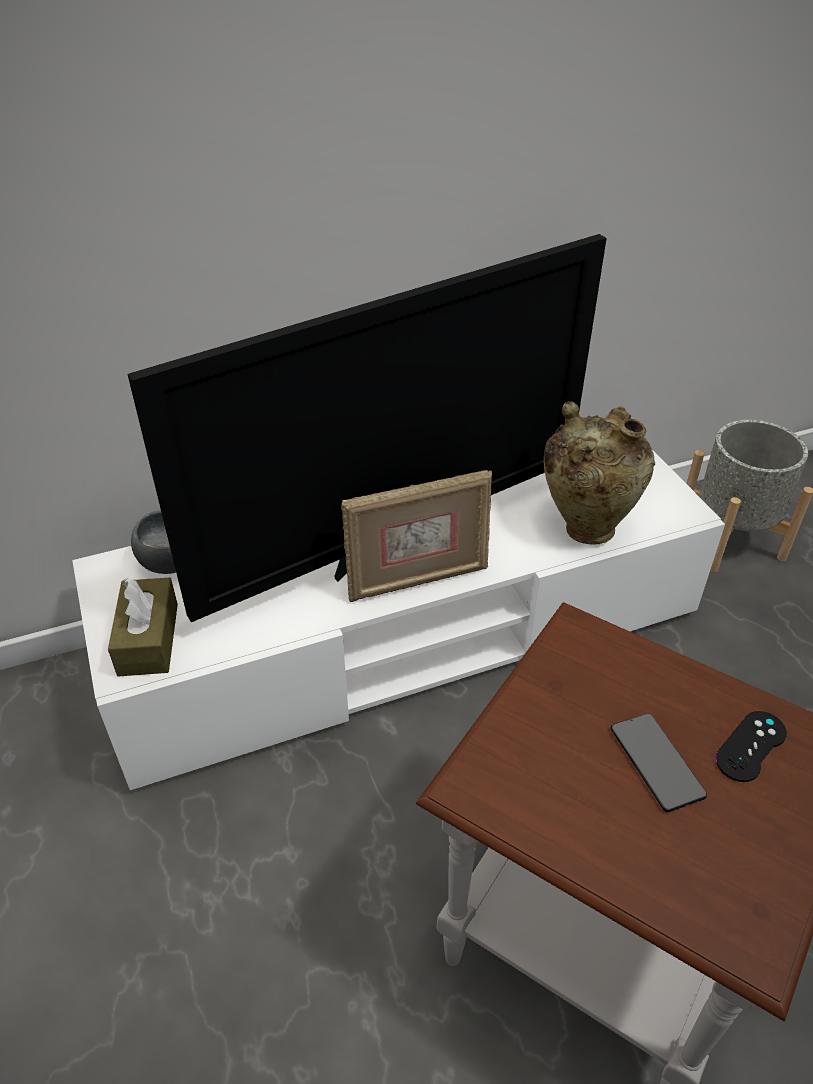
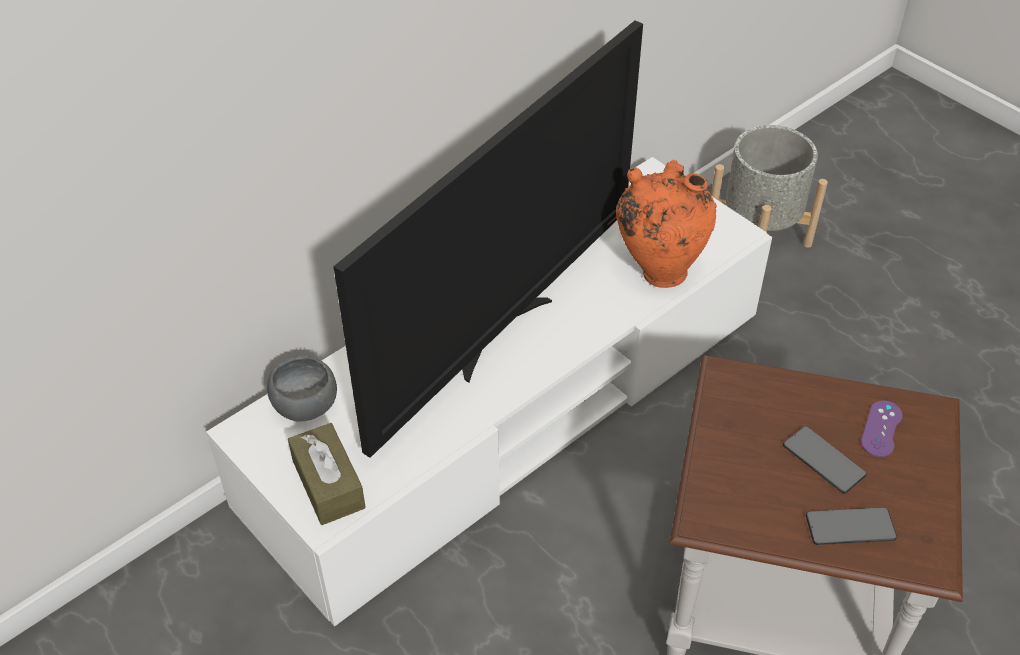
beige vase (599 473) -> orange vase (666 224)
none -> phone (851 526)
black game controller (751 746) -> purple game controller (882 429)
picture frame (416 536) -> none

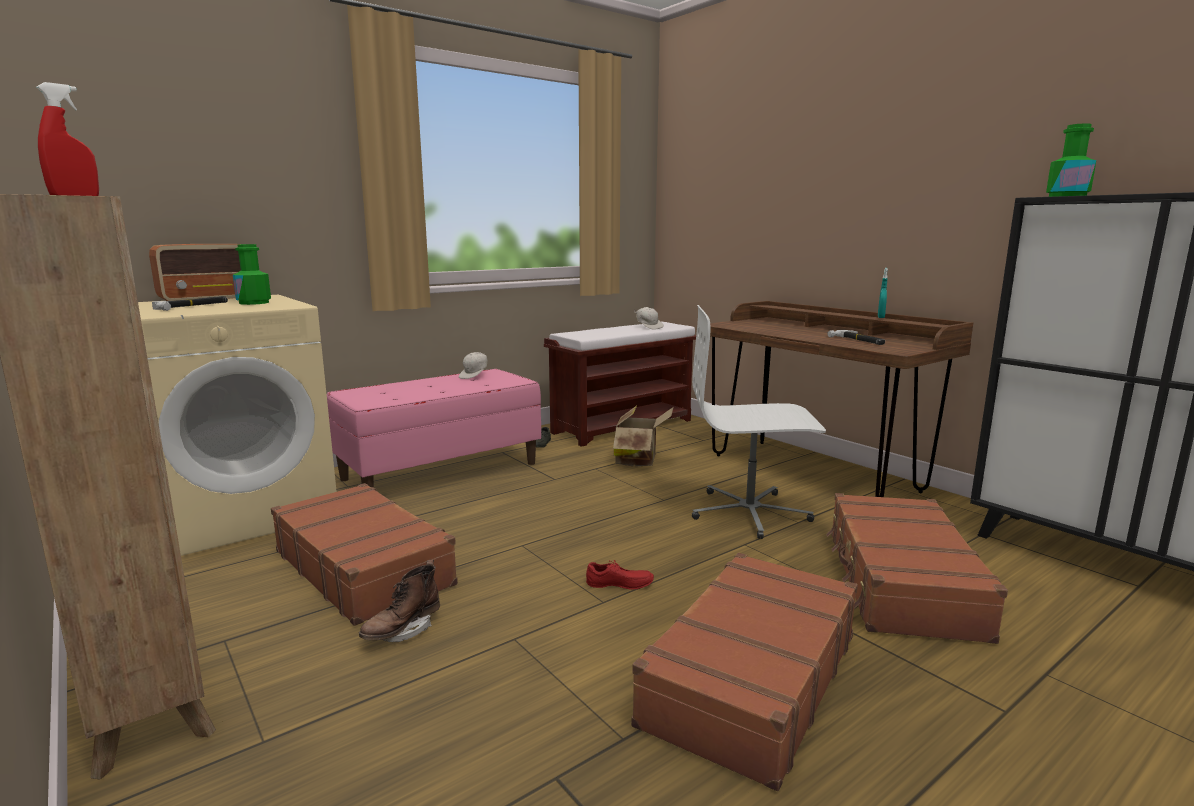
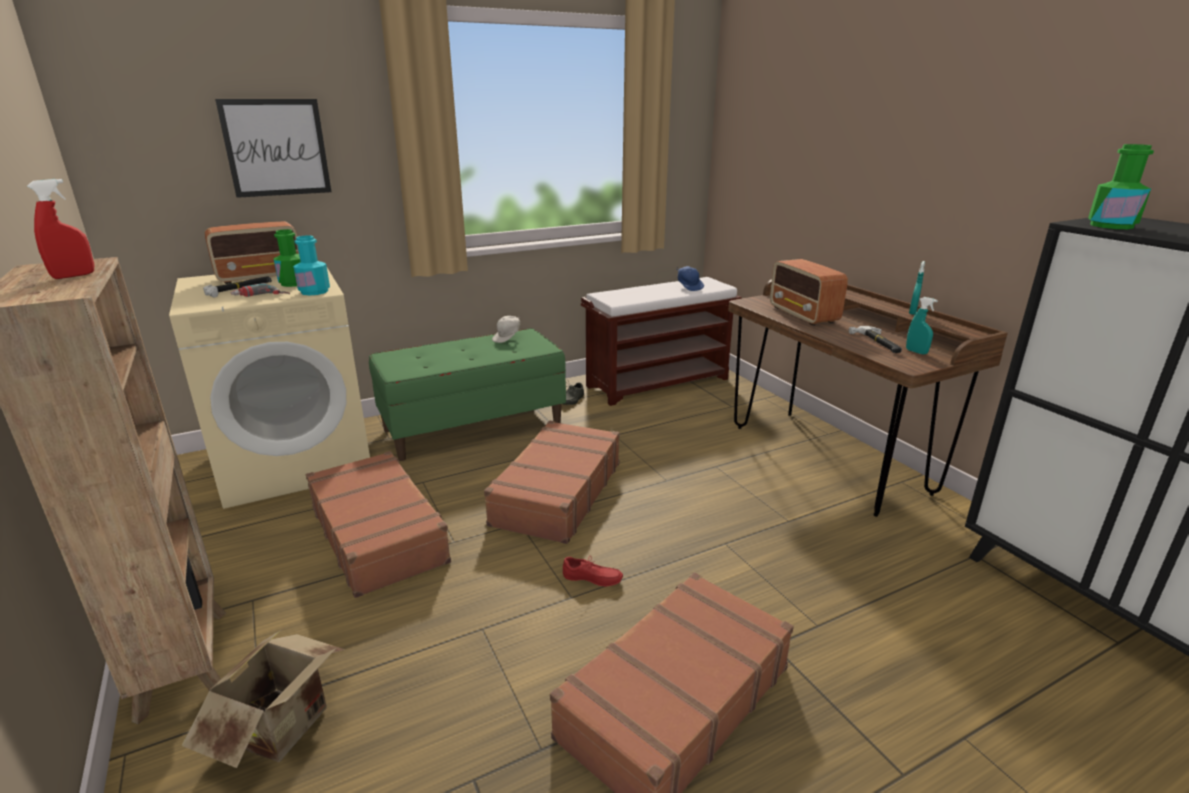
cardboard box (643 436) -> cardboard box (264 699), relocated
none -> picture (273 148)
none -> power drill (260 290)
none -> turquoise bottle (311 265)
pink bench (434 428) -> green bench (467 394)
brown suitcase (917 568) -> brown suitcase (552 482), relocated
white cap (649 318) -> blue cap (690 278)
none -> radio (809 292)
none -> turquoise spray bottle (922 325)
brown boot (399 601) -> none
white office chair (759 422) -> none

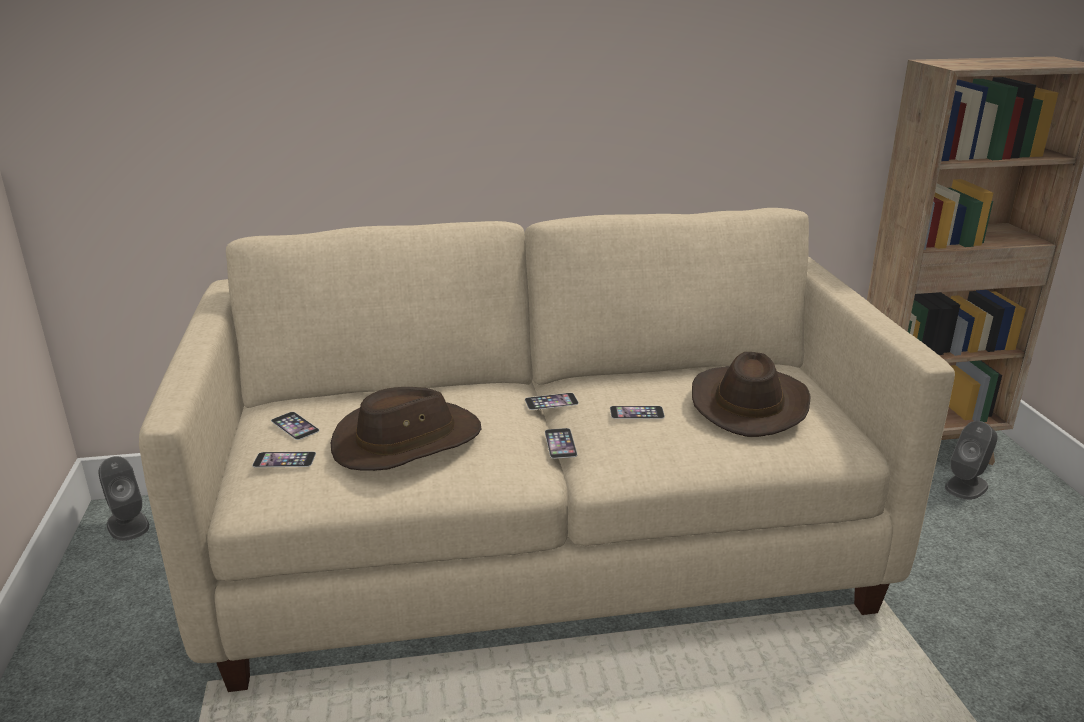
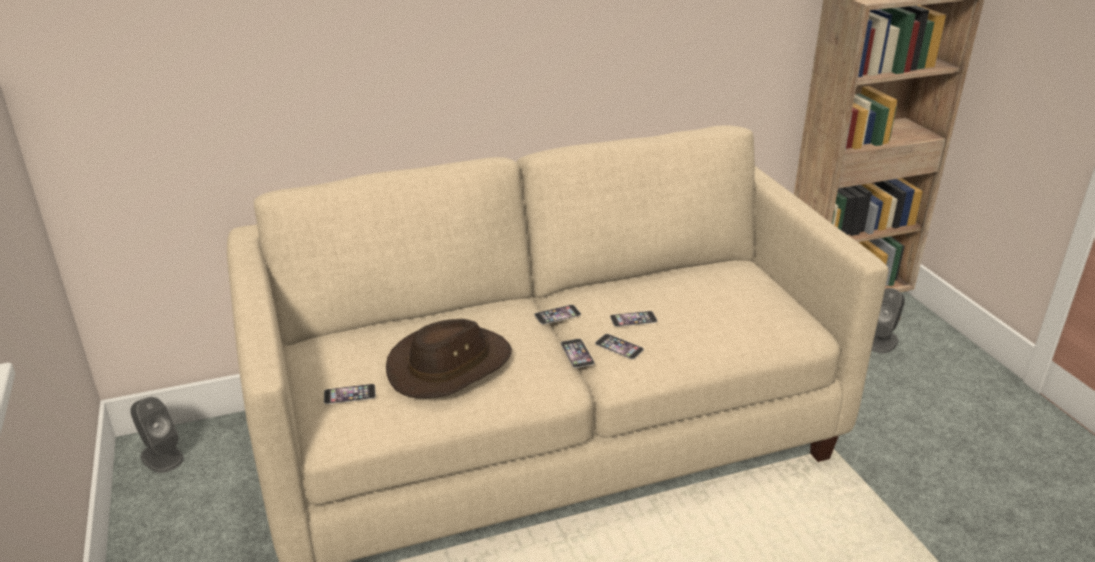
phone (295 426) -> phone (619 346), relocated
brown hat (751 394) -> none

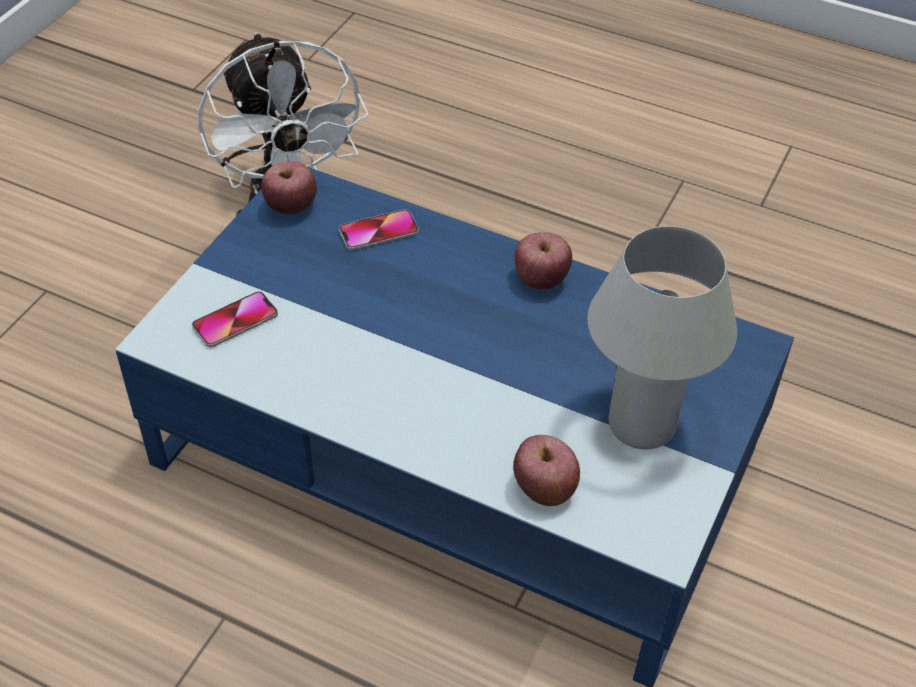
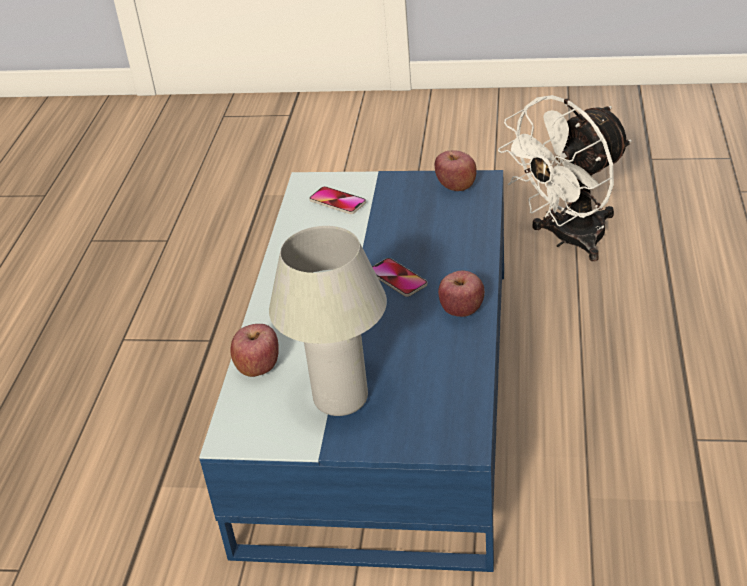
phone (379 230) -> phone (400 277), relocated

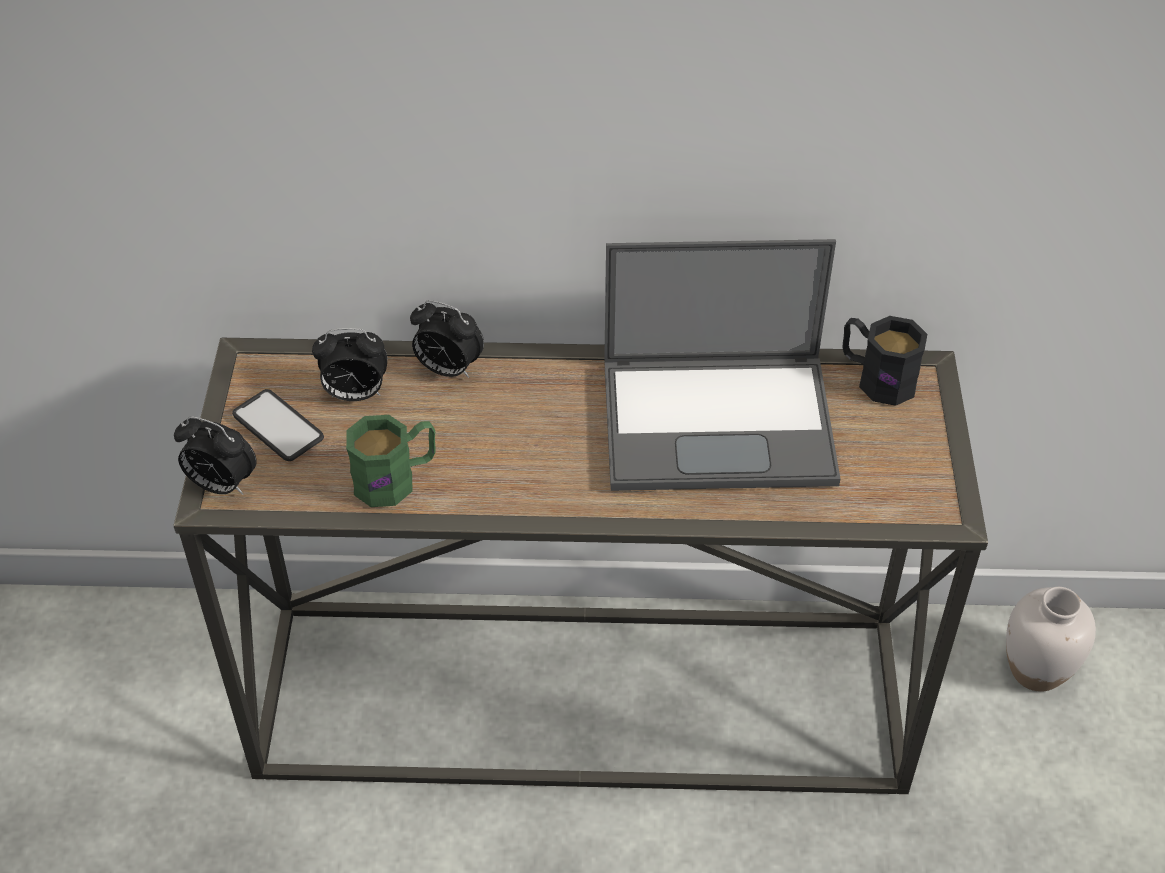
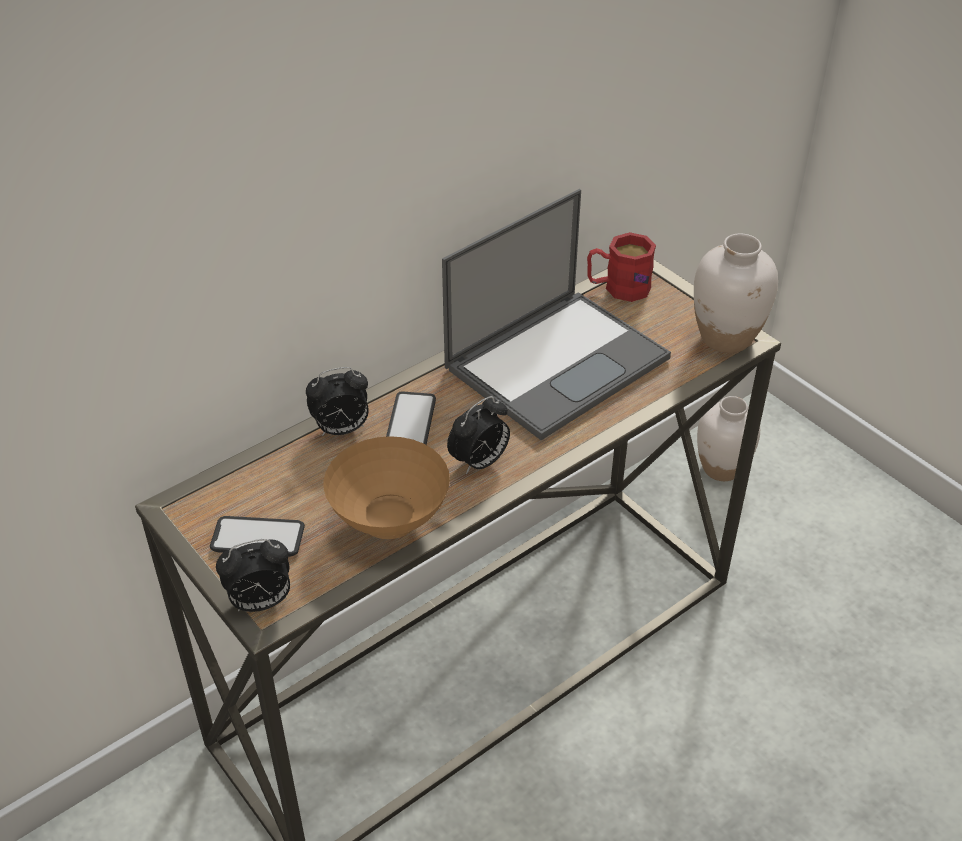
green mug (390 461) -> brown bowl (387 487)
none -> phone (411 418)
alarm clock (349 364) -> alarm clock (478 435), relocated
black mug (884 361) -> red mug (621 267)
none -> white vase (736 293)

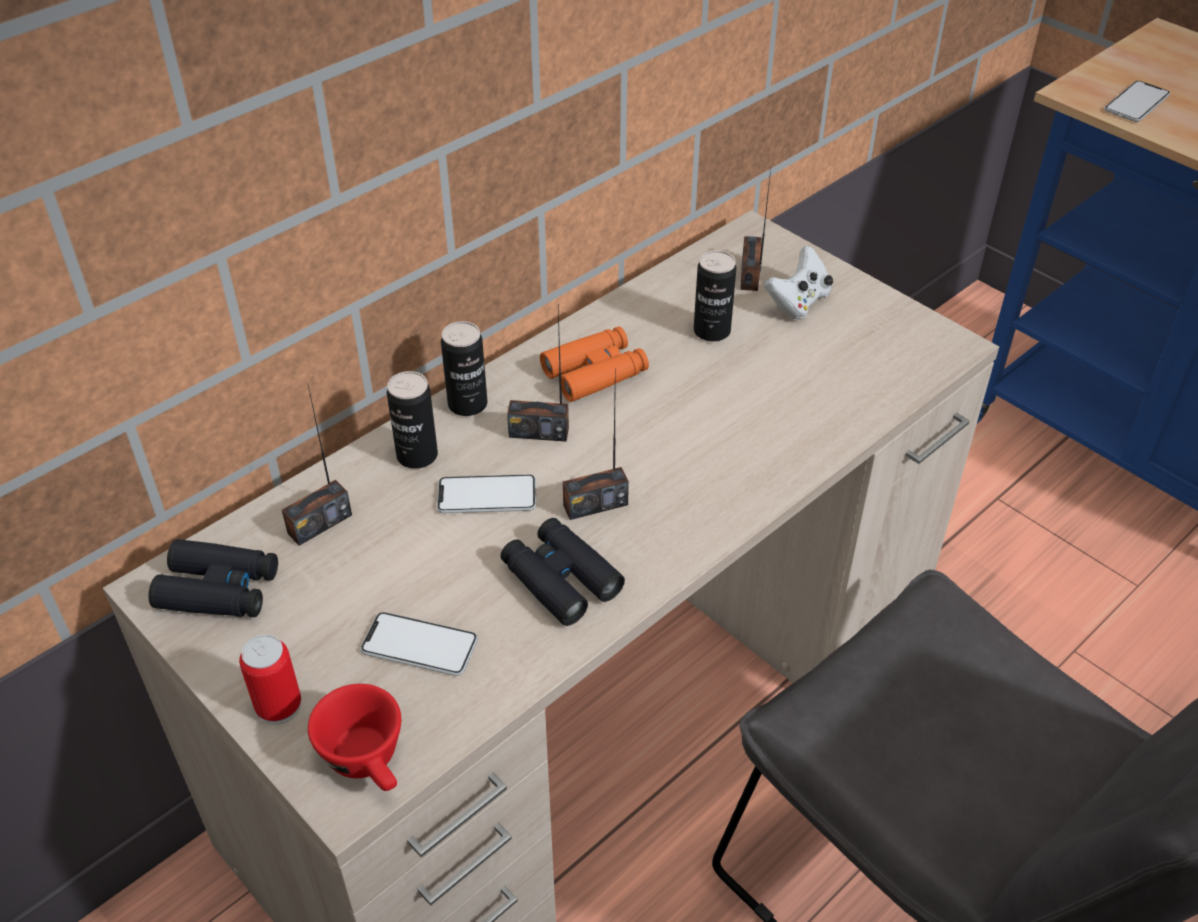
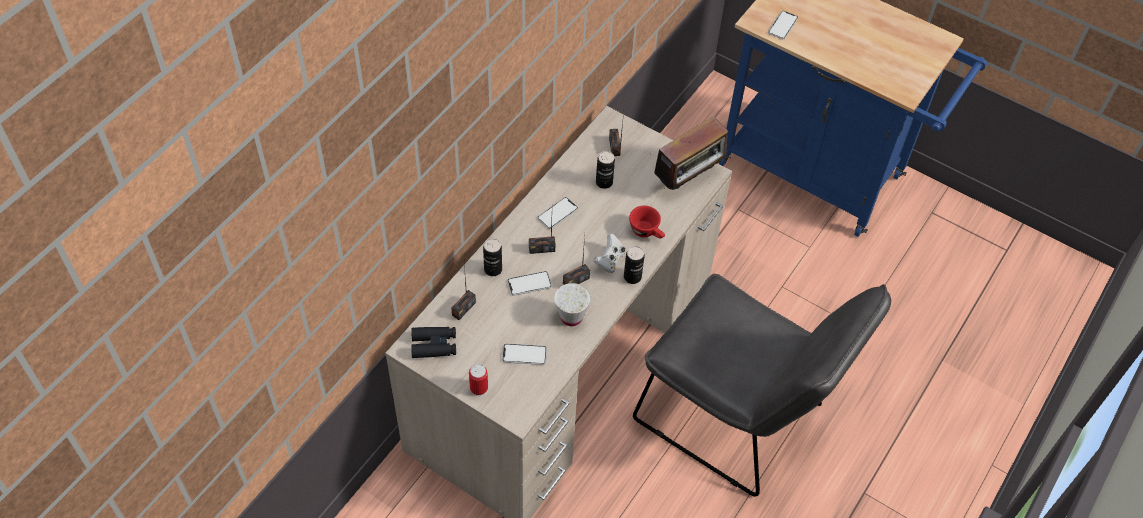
orange binoculars (594 364) -> phone (557 213)
black binoculars (562 572) -> white cup (572 304)
white game controller (798 282) -> white game controller (609 253), relocated
can (464 368) -> can (634 265), relocated
red cup (354 737) -> red cup (647 222), relocated
none -> radio (692 153)

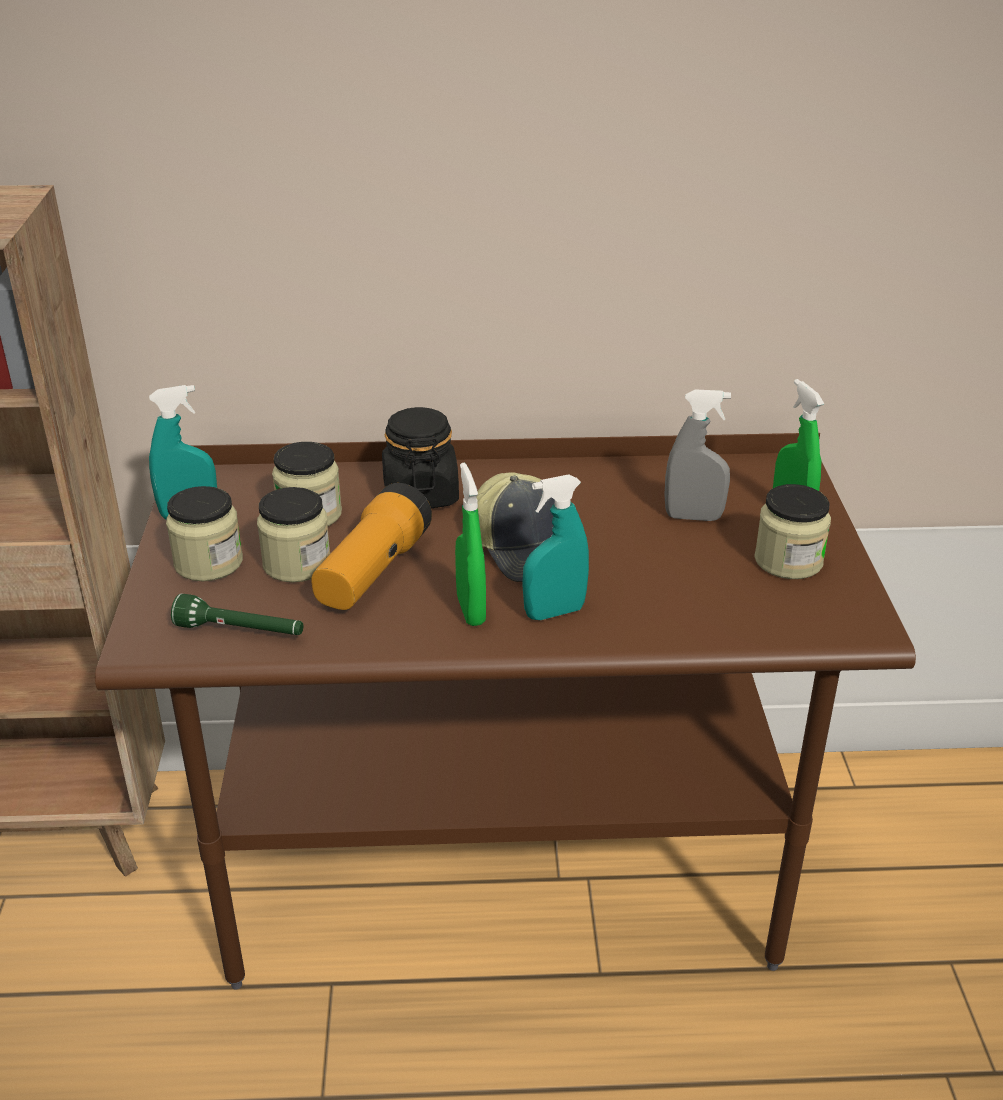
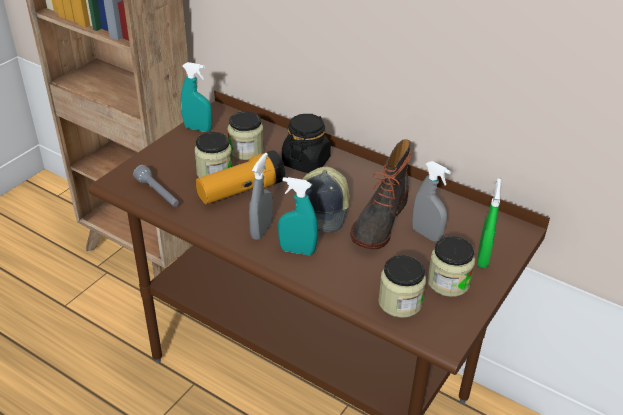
green flashlight (237 614) -> grey flashlight (156 186)
green spray bottle (470 544) -> grey spray bottle (261 196)
none -> boot (380 194)
jar (204 533) -> jar (402 286), relocated

